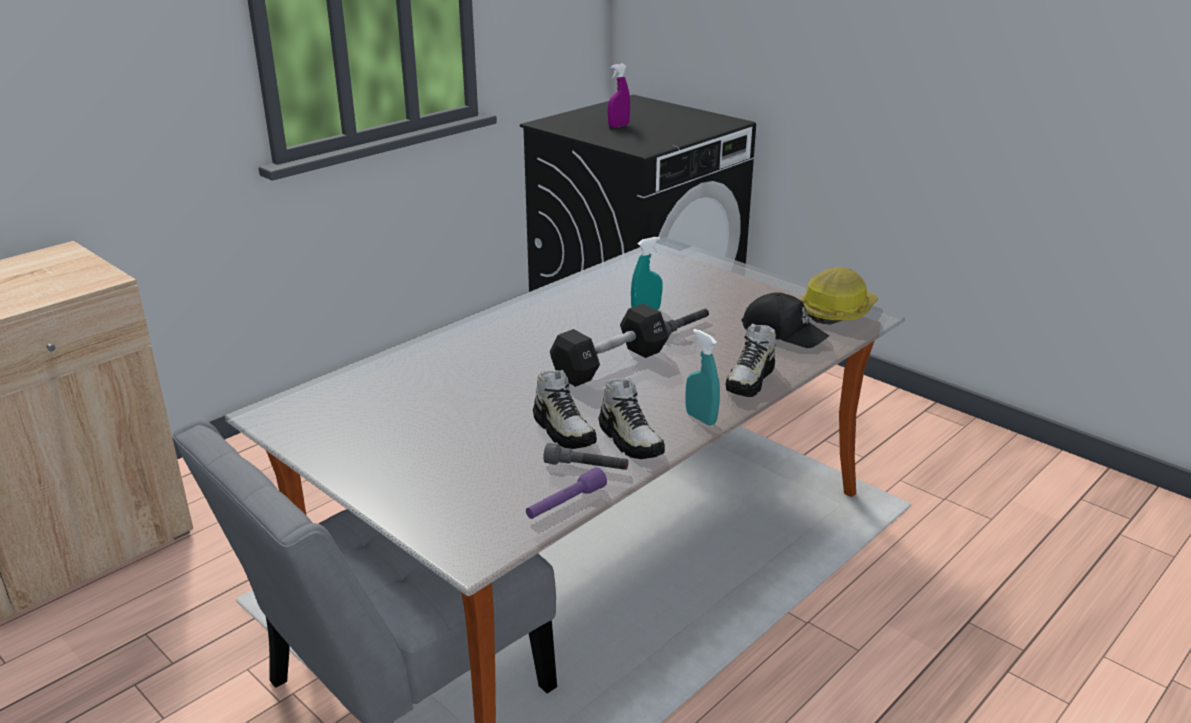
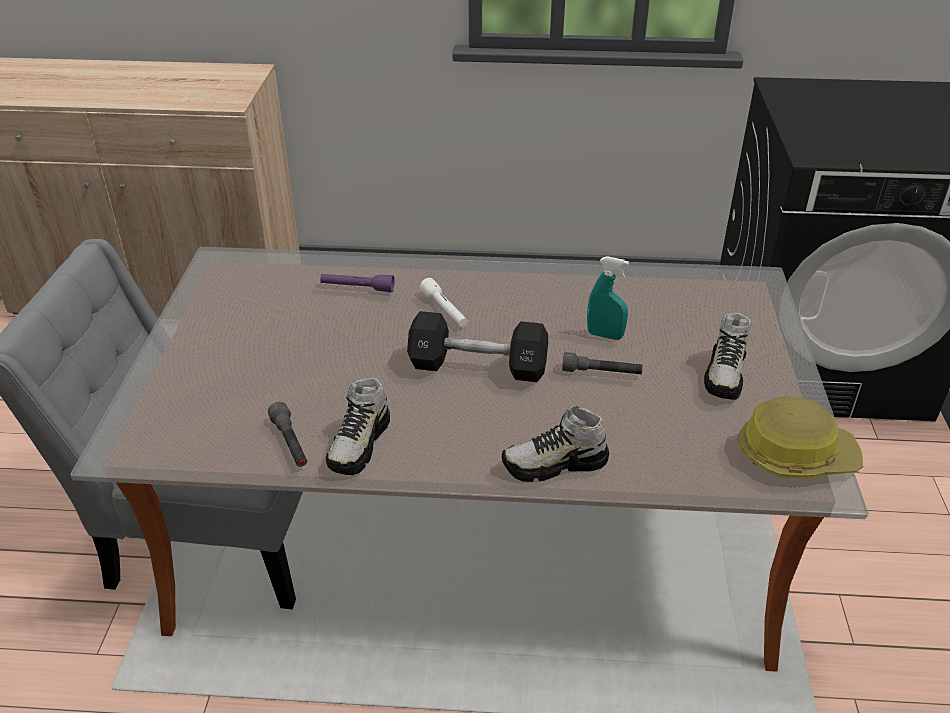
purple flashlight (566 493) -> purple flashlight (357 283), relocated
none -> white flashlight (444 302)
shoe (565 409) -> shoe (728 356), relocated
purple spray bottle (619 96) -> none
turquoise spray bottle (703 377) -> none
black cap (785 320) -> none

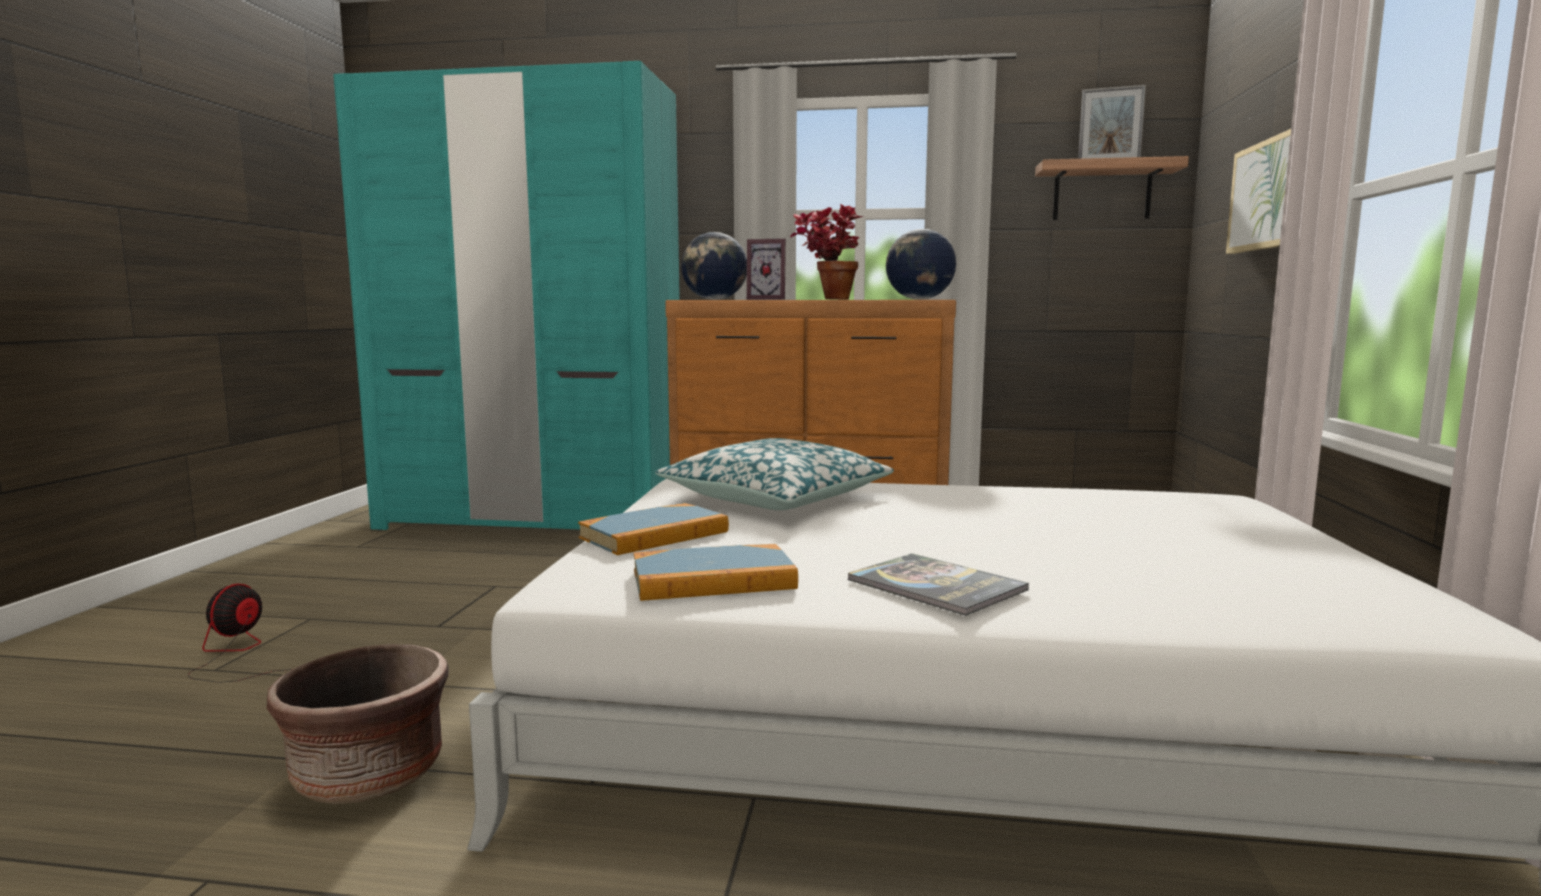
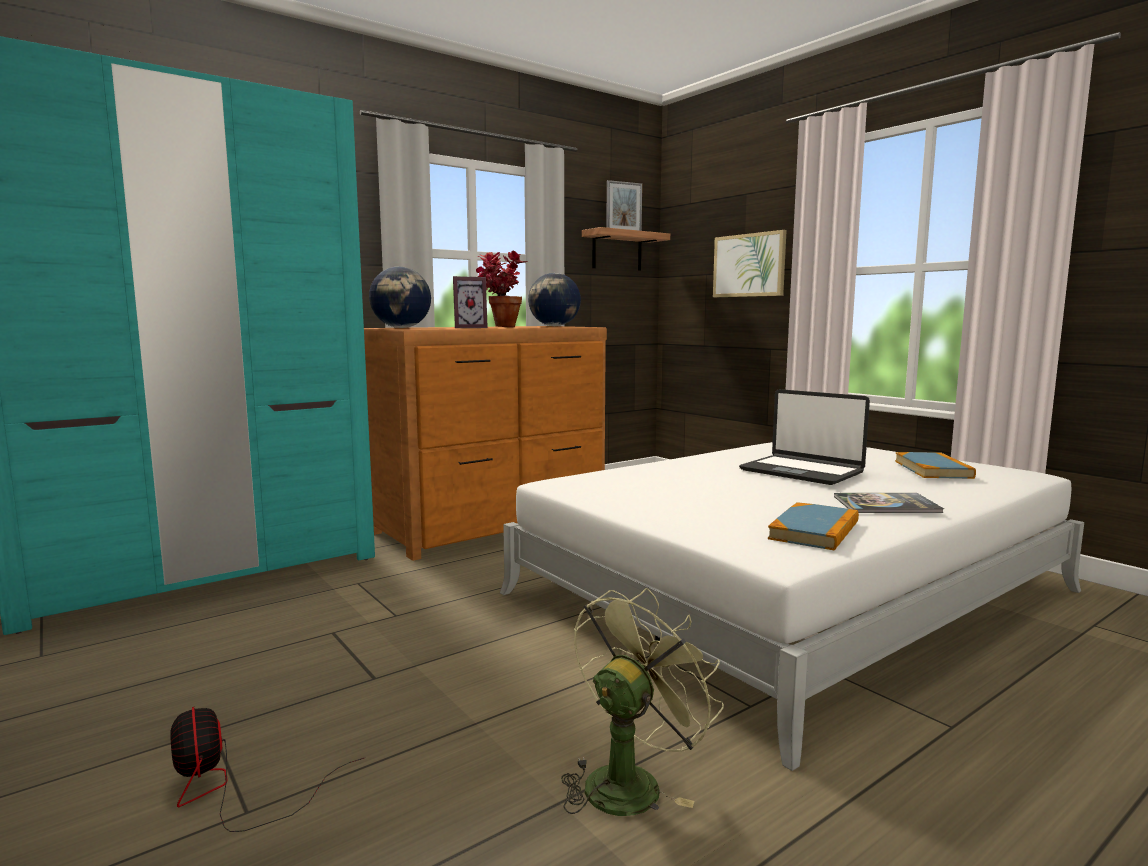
brown planter (358 724) -> green fan (642 702)
none -> laptop (804 437)
book (653 529) -> book (935 465), relocated
pillow (774 474) -> none

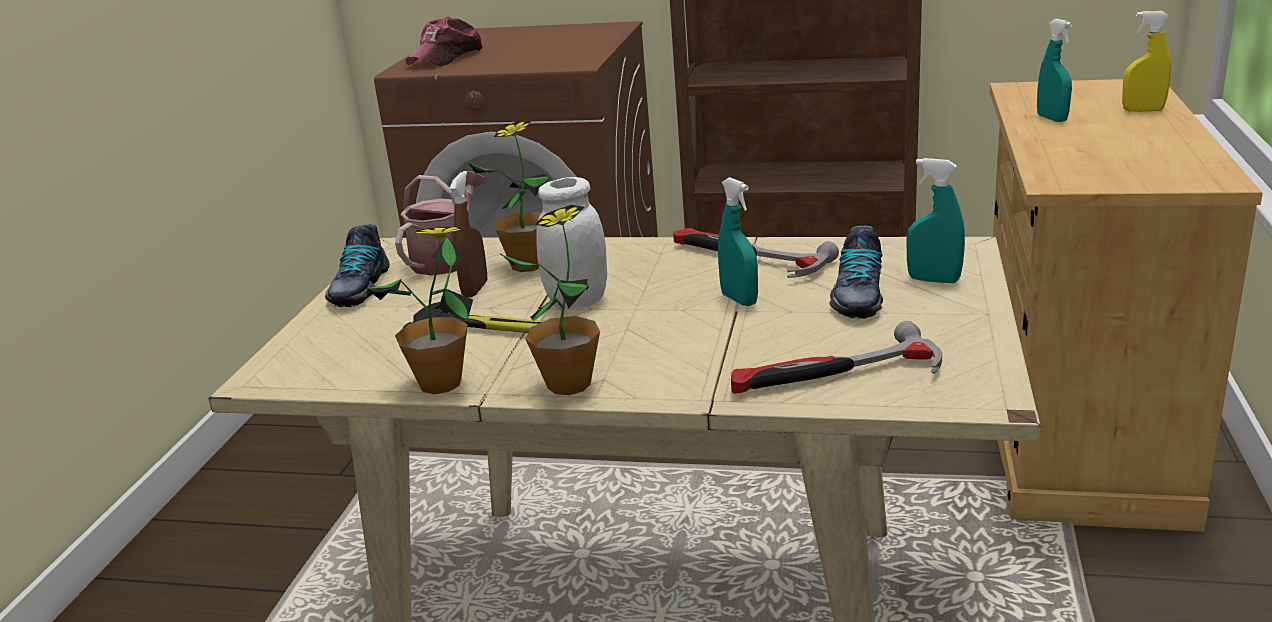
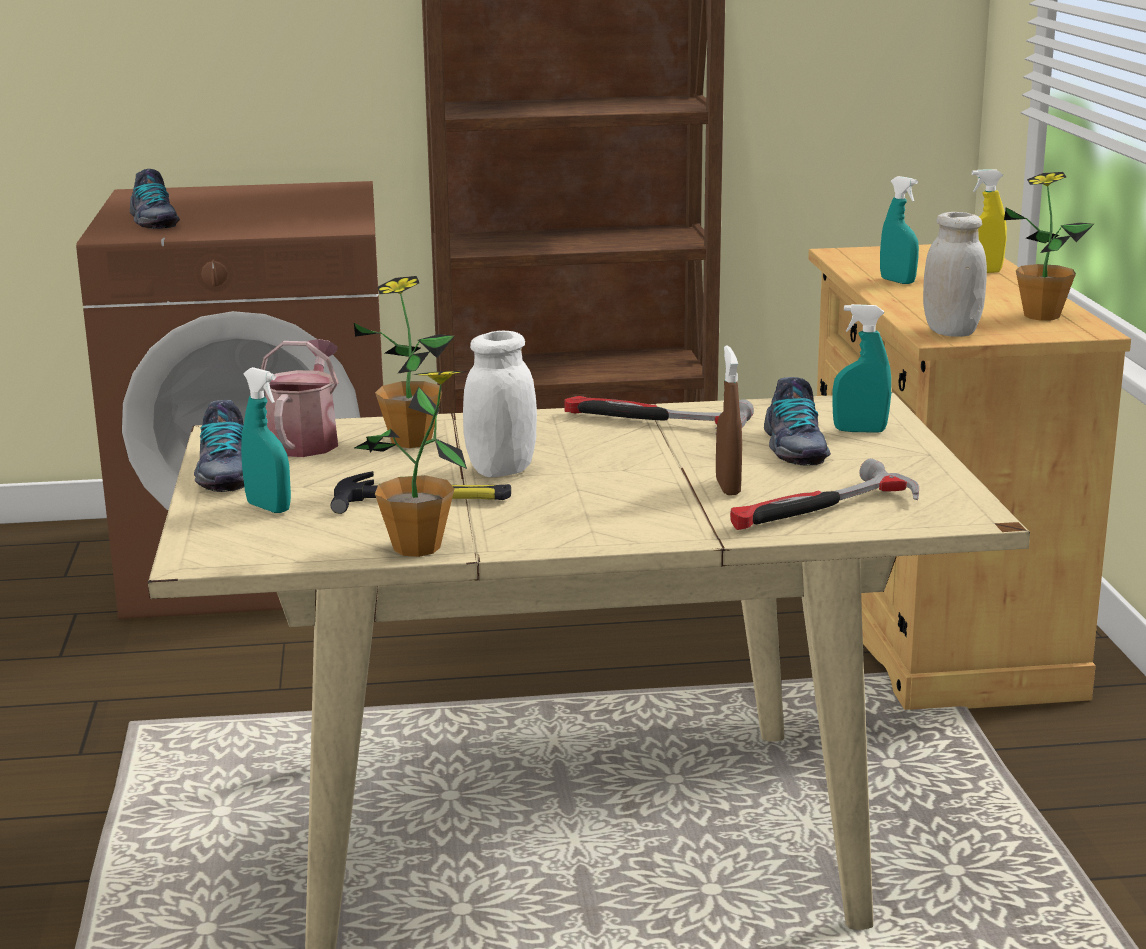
cap (444 41) -> shoe (155 199)
turquoise spray bottle (738 241) -> turquoise spray bottle (266 440), relocated
brown spray bottle (468 234) -> brown spray bottle (729 420), relocated
none -> white jar (955 274)
potted plant (550 300) -> potted plant (1049 246), relocated

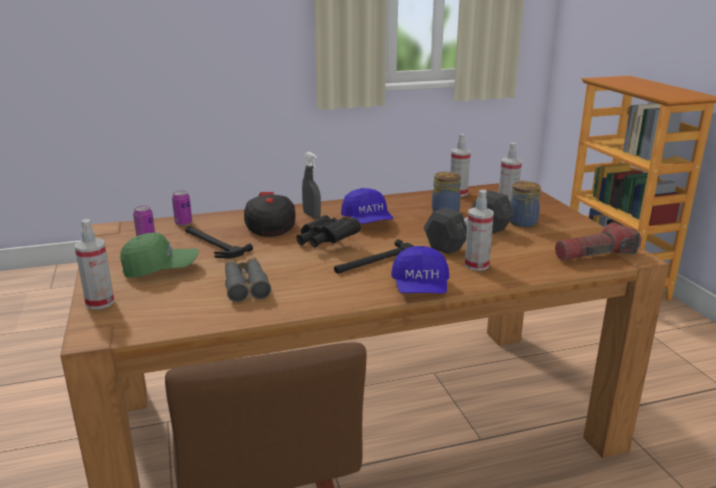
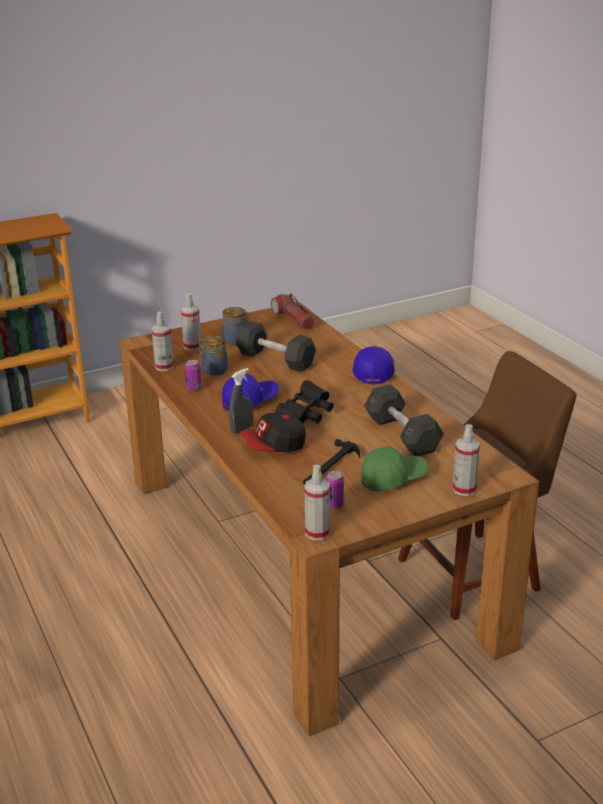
can (182 208) -> can (193 375), relocated
spray bottle (479 230) -> spray bottle (317 502), relocated
blue cap (420 270) -> blue cap (374 365), 75 degrees counterclockwise
green cap (159 255) -> green cap (394 469), 90 degrees clockwise
grey binoculars (248 279) -> grey dumbbell (404 420)
hammer (374 256) -> none

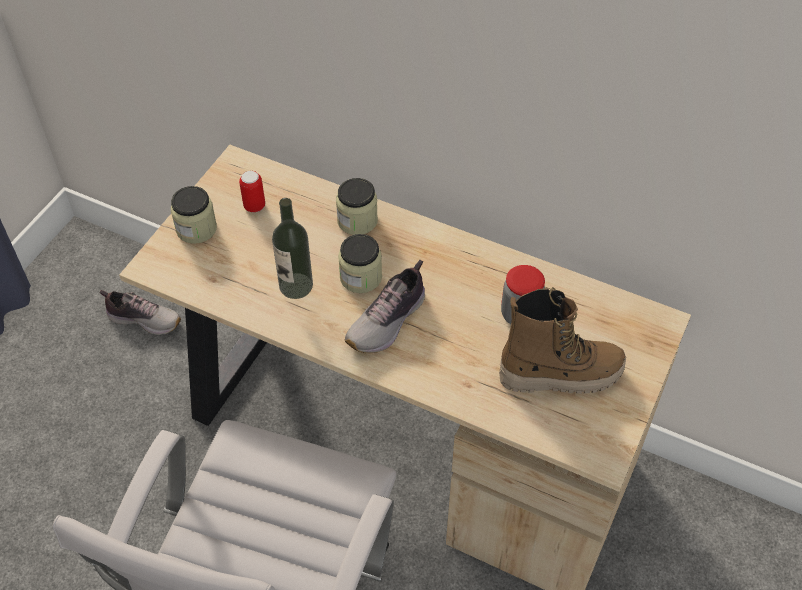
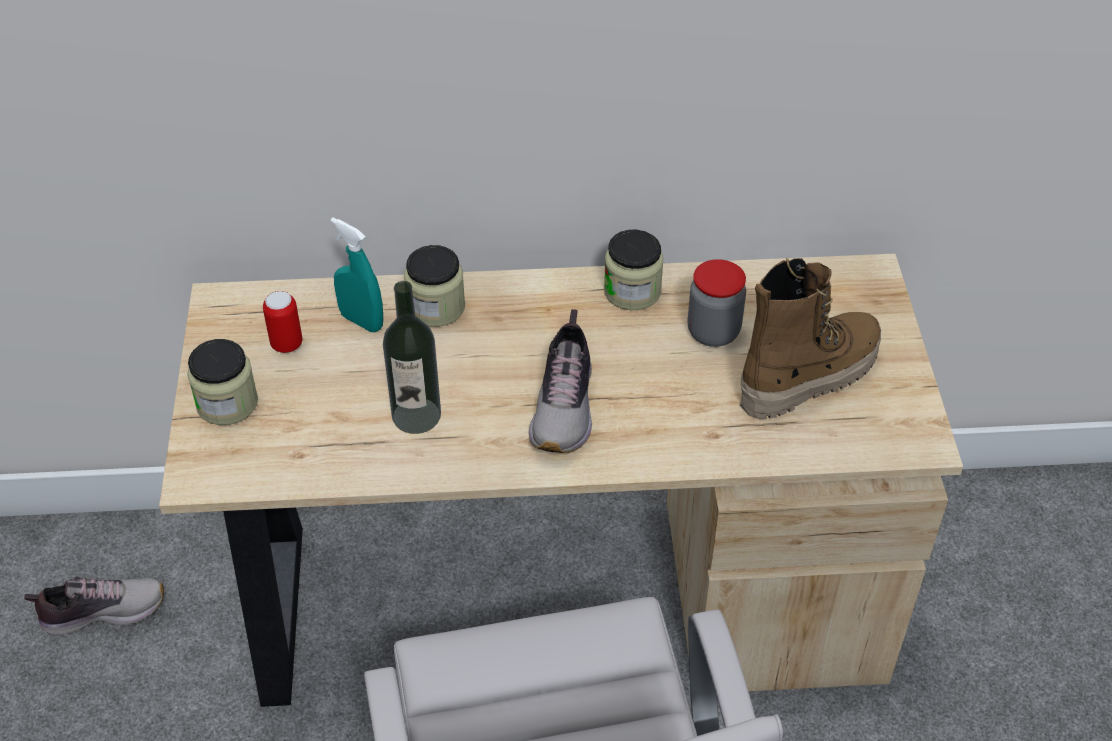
none -> turquoise spray bottle (356 274)
jar (360 263) -> jar (634 270), relocated

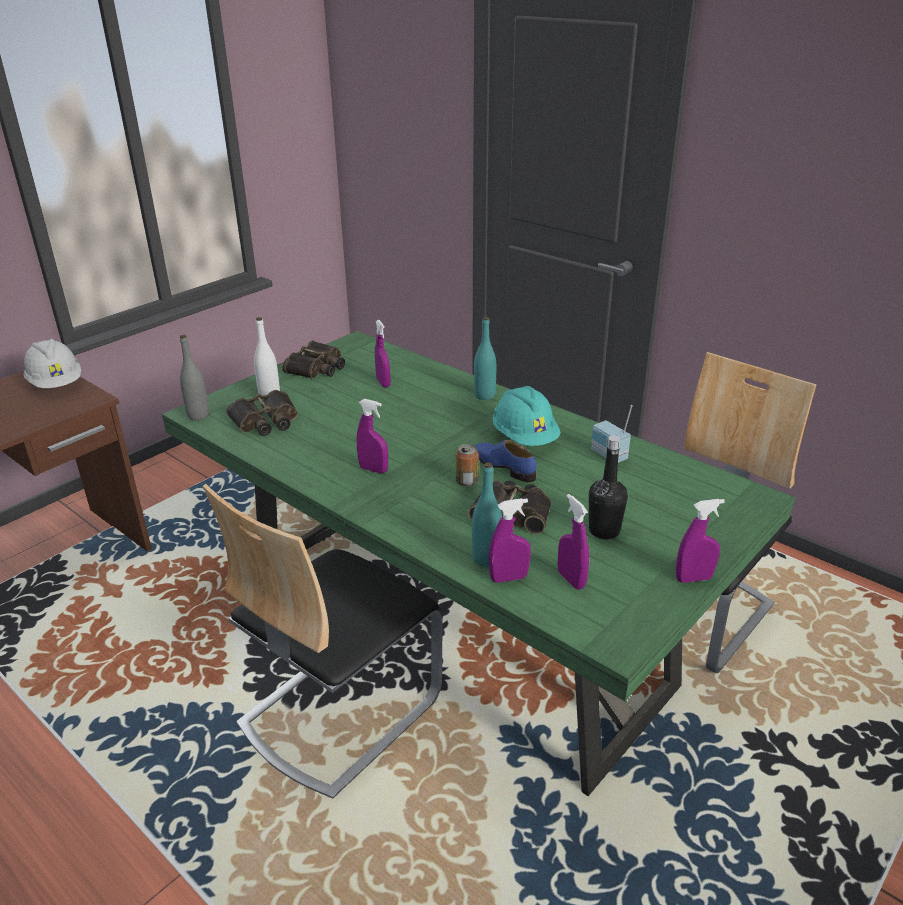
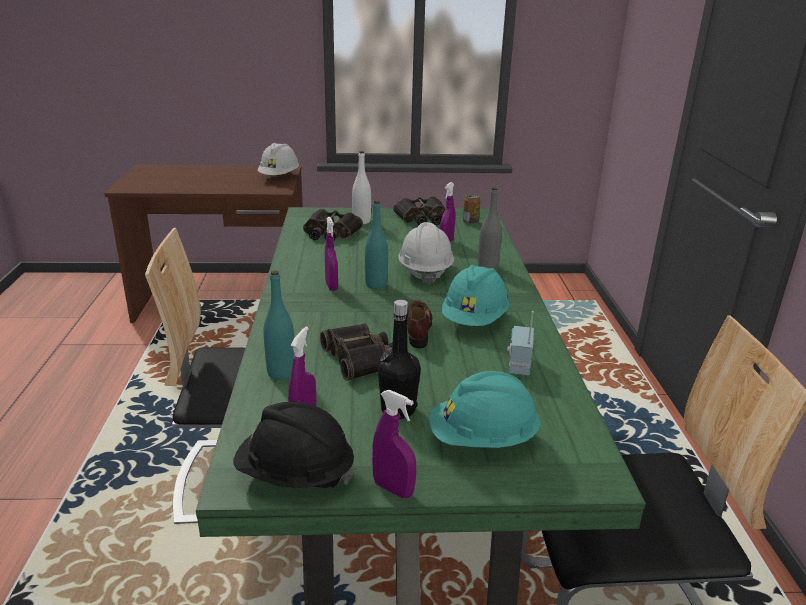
none -> black hard hat (294 445)
turquoise bottle (485 358) -> turquoise bottle (376 244), relocated
none -> white hard hat (426 253)
blue shoe (506 461) -> brown shoe (419 324)
none -> turquoise hard hat (485 409)
can (467 465) -> can (472 209), relocated
grey bottle (194 377) -> grey bottle (490 228), relocated
purple spray bottle (509 540) -> none

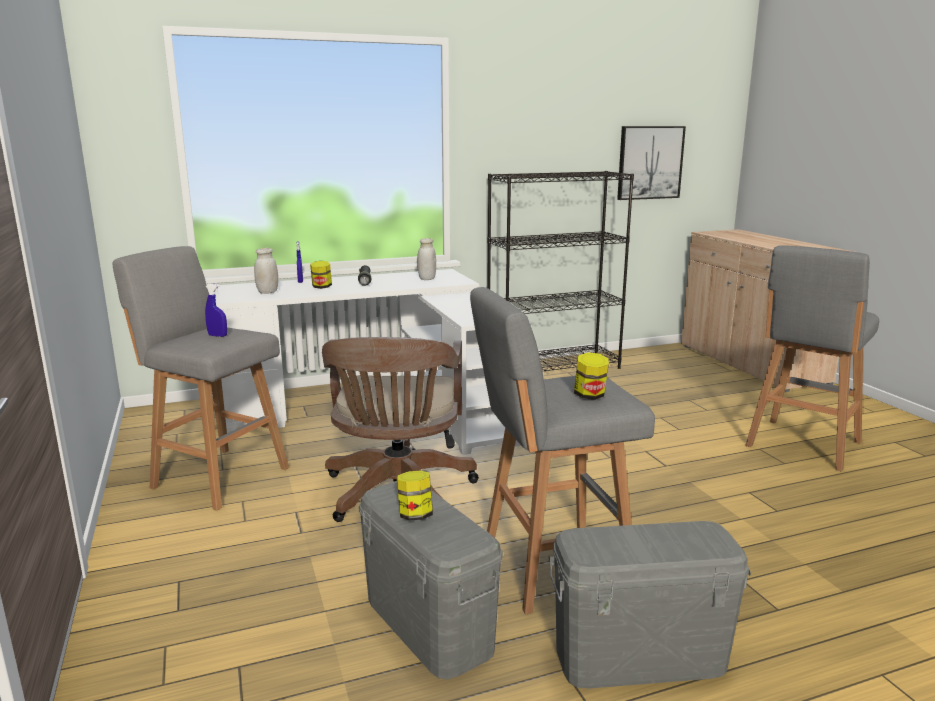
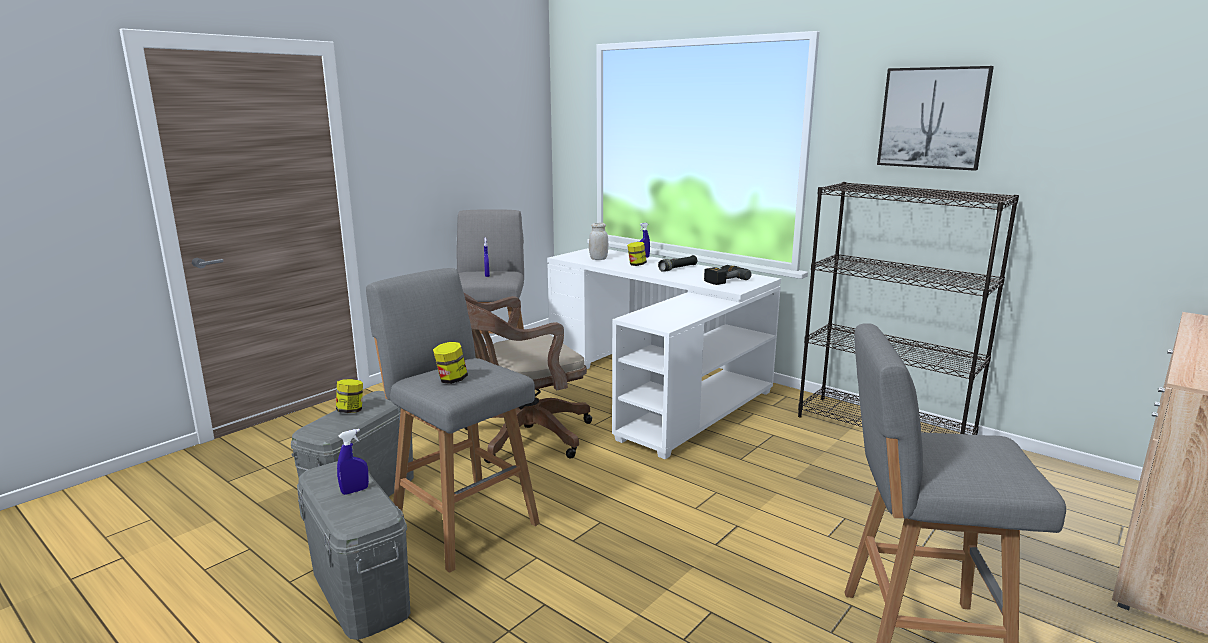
none -> blue spray bottle (353 462)
white jar (426 259) -> power drill (728 275)
picture (651 163) -> picture (935 118), relocated

